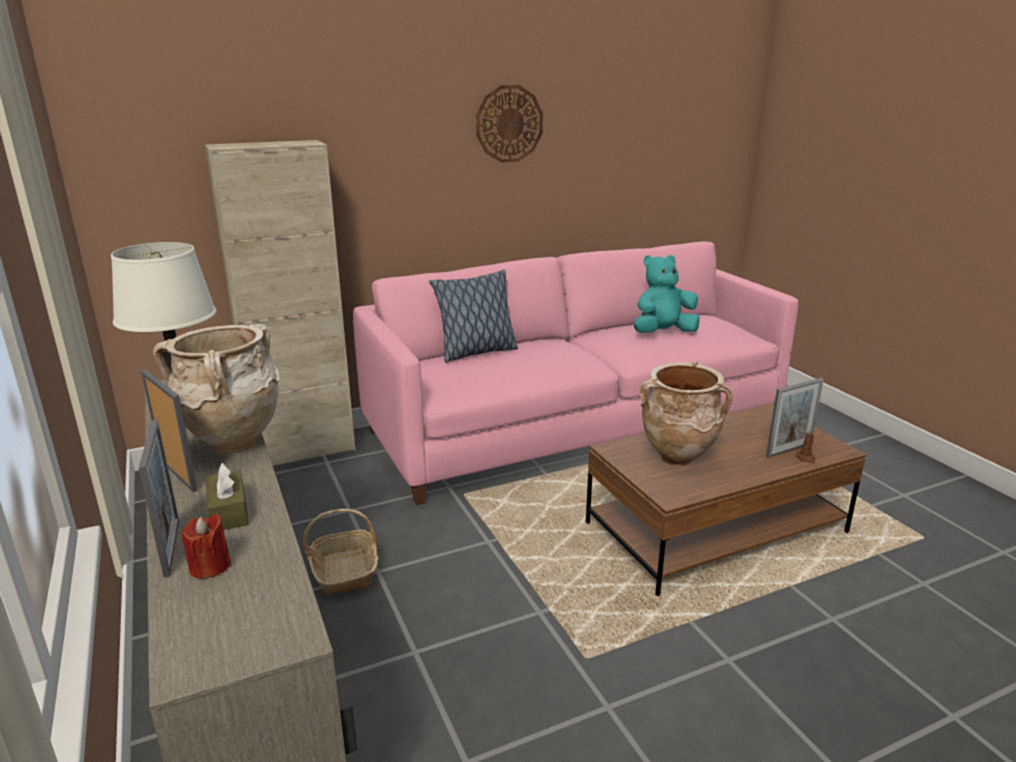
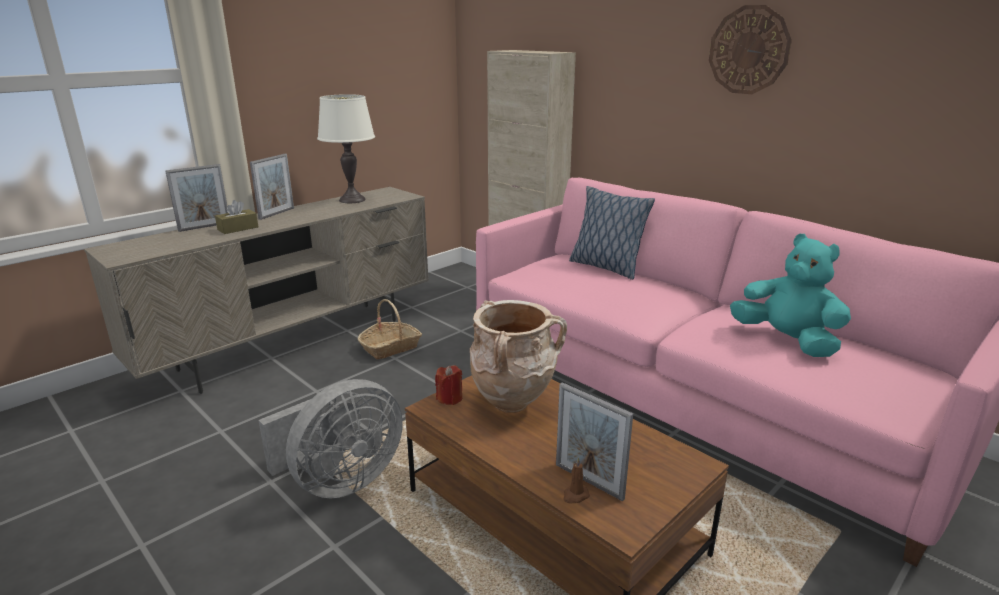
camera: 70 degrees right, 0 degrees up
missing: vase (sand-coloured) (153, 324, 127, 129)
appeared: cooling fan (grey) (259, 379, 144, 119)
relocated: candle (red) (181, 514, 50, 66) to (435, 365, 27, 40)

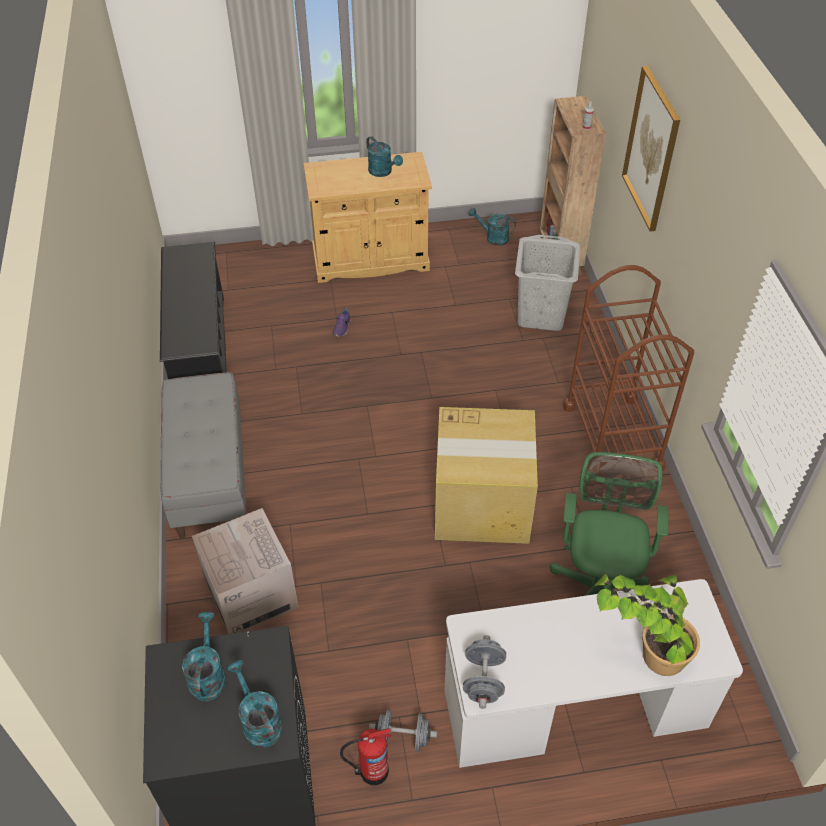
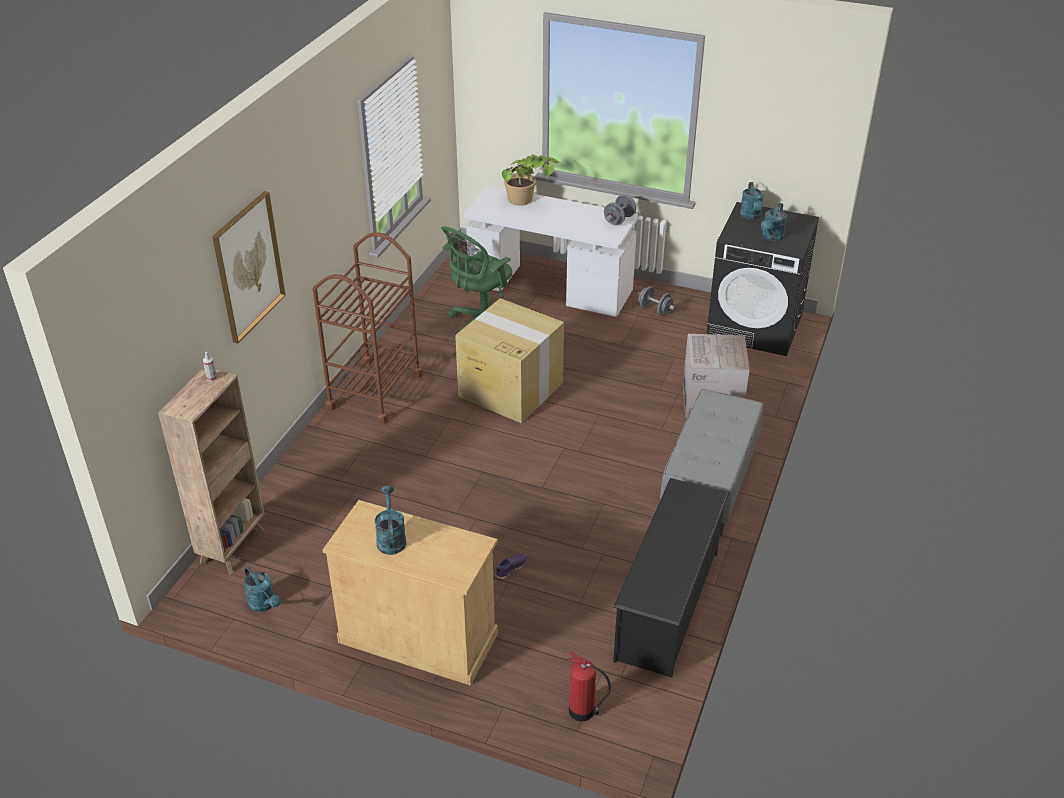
camera: 150 degrees left, 10 degrees down
missing: washing basket (grey) (515, 235, 65, 96)
relocated: fire-fighting cylinder (340, 728, 51, 57) to (567, 651, 44, 71)

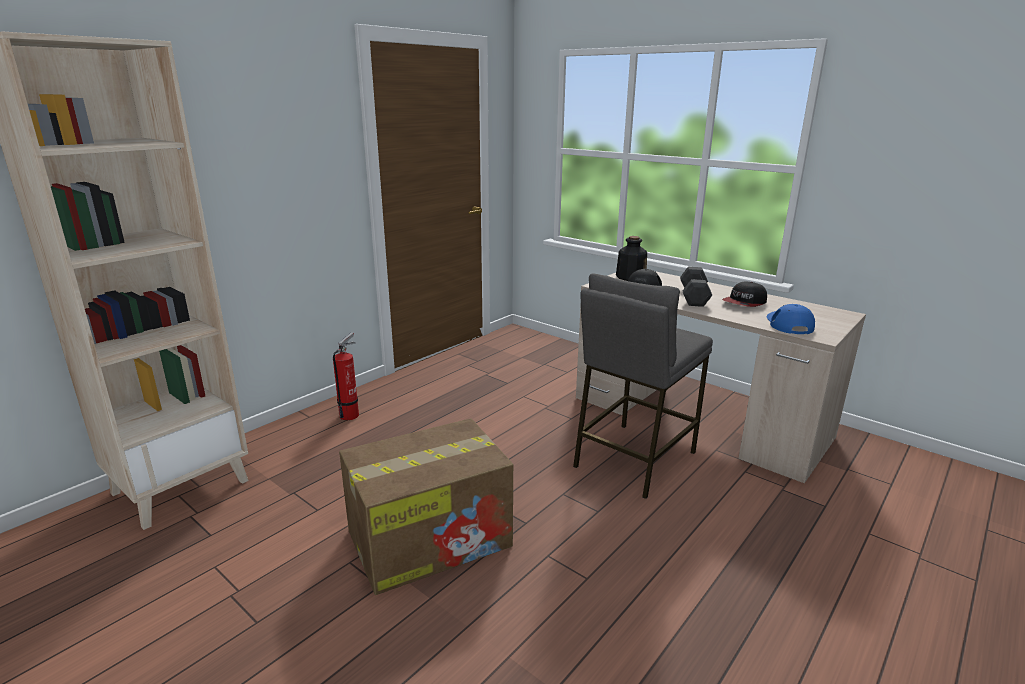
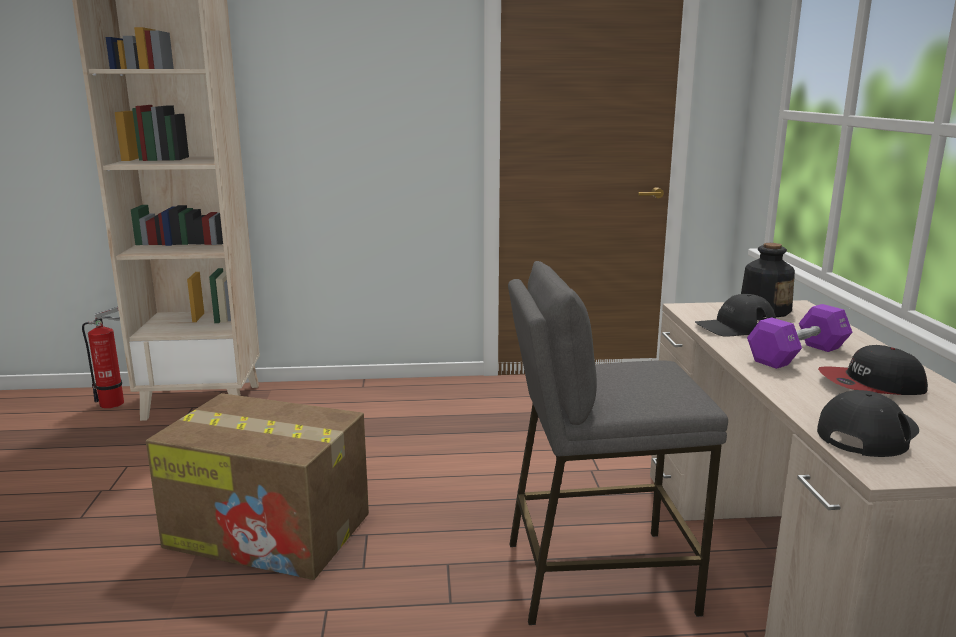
camera: 45 degrees right, 5 degrees down
relocated: fire-fighting cylinder (333, 332, 26, 88) to (82, 307, 42, 101)
colour: dumbbell (black-coloured) (680, 267, 32, 40) to dumbbell (purplish) (747, 304, 106, 65); peaked cap (bluish) (766, 304, 49, 30) to peaked cap (black-coloured) (817, 390, 102, 67)

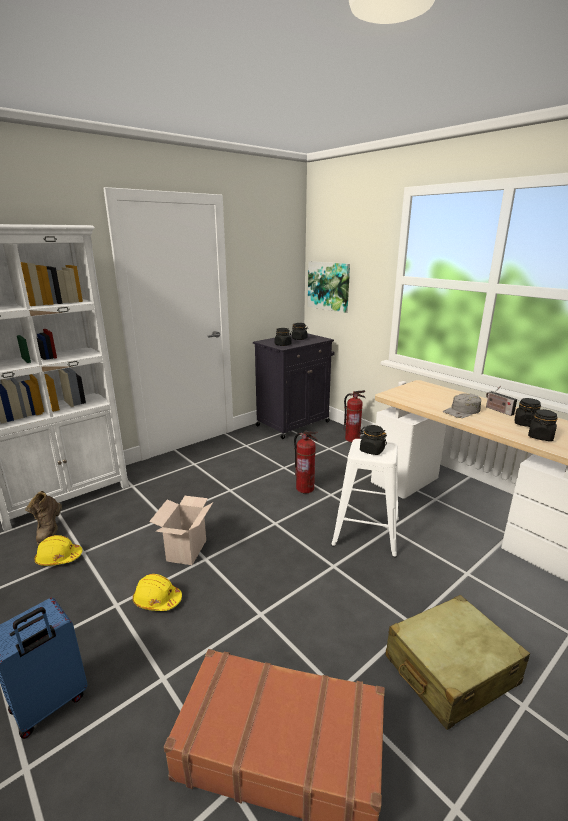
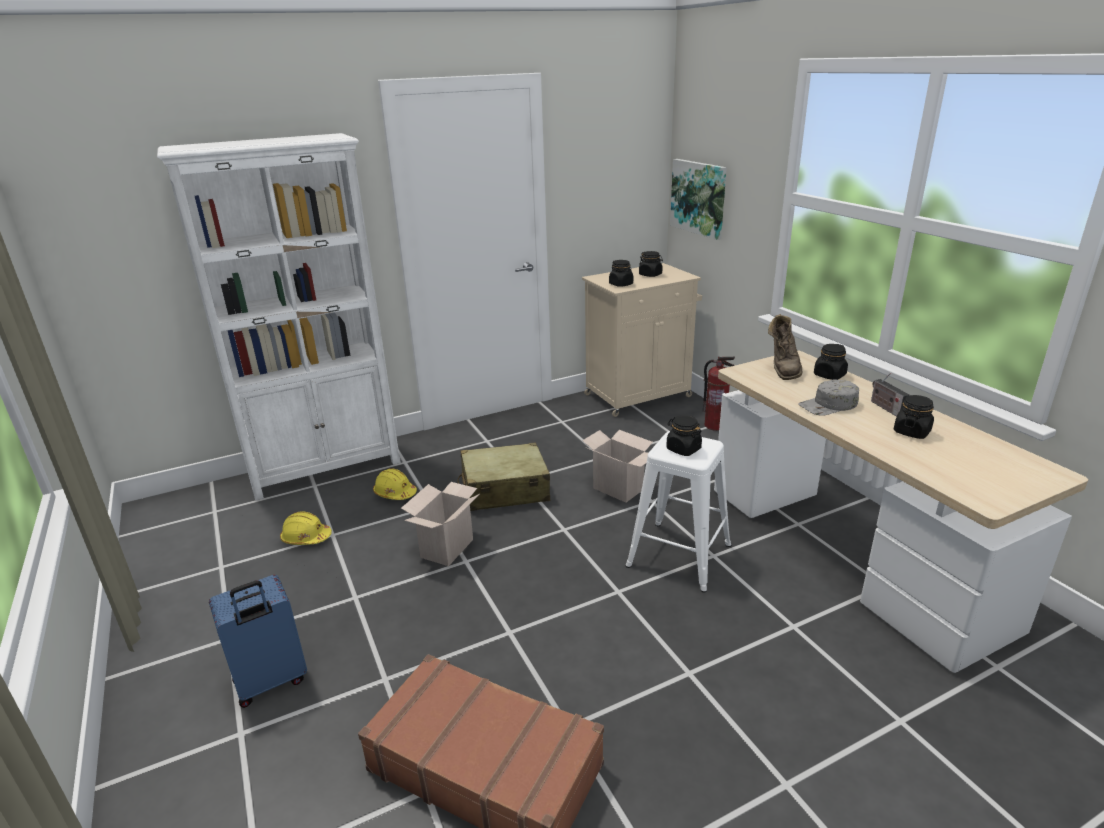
camera: 15 degrees right, 5 degrees up
relocated: jar (black-coloured) (528, 409, 30, 32) to (814, 344, 34, 36); boot (brown) (25, 491, 37, 55) to (768, 314, 34, 66); work helmet (yellow) (133, 574, 49, 37) to (373, 468, 44, 32); travel case (sand-coloured) (385, 595, 145, 135) to (457, 443, 93, 68)
exchanged: fire-fighting cylinder (294, 431, 24, 62) to packing box (582, 430, 71, 73)
colour: cabinet (black-coloured) (253, 333, 82, 106) to cabinet (sand-coloured) (582, 263, 120, 154)

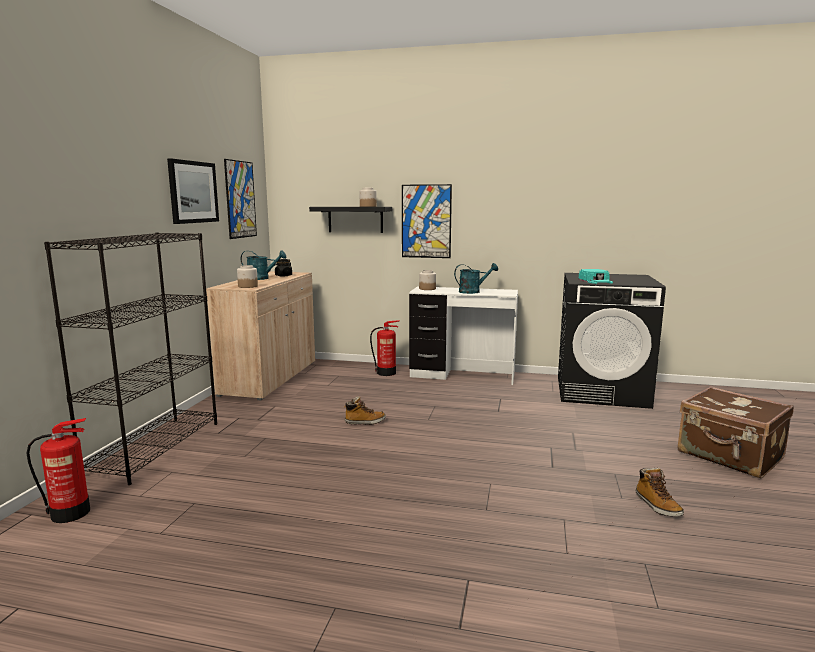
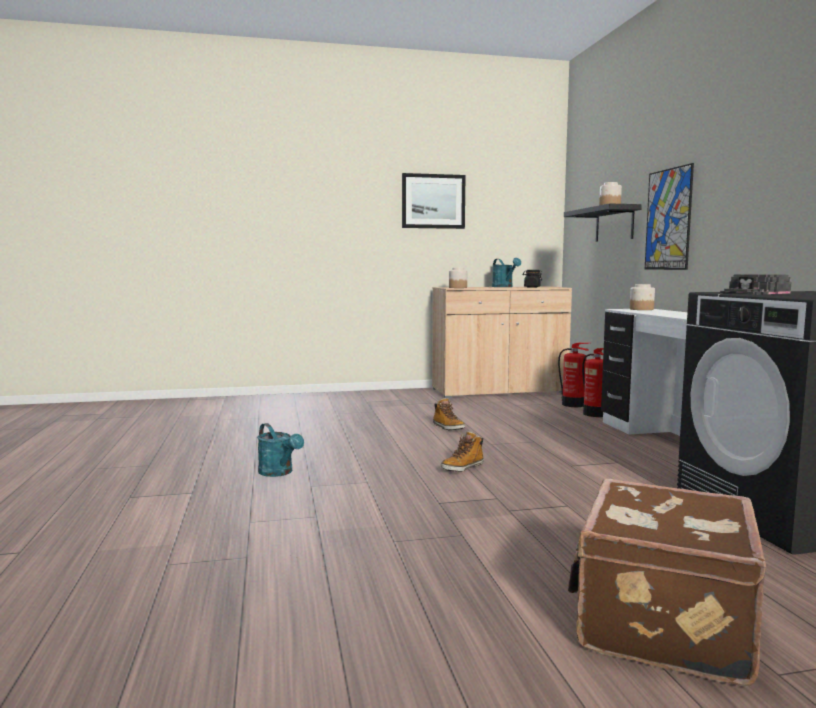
camera: 65 degrees right, 5 degrees down
missing: picture (224, 159, 33, 80); bookshelf (black-coloured) (44, 233, 173, 252)
relocated: watering pot (blue-green) (454, 263, 44, 31) to (257, 423, 47, 54); fire-fighting cylinder (26, 418, 64, 105) to (558, 343, 31, 64); boot (636, 468, 48, 48) to (441, 431, 43, 41)
colour: peaked cap (blue-green) (579, 269, 34, 15) to peaked cap (black-coloured) (720, 274, 71, 21)

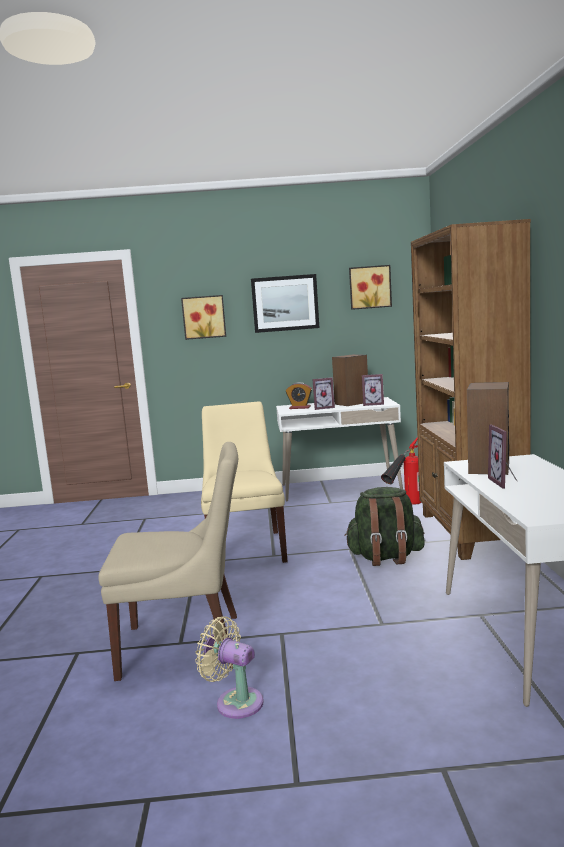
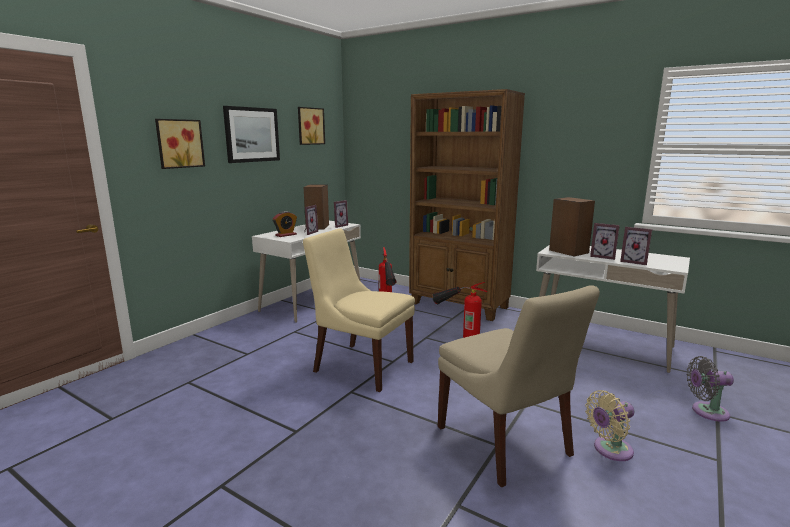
camera: 55 degrees left, 5 degrees up
appeared: picture frame (620, 227, 32, 38); cooling fan (grey) (686, 356, 48, 66)
exchanged: backpack (green-coloured) (344, 487, 81, 79) to fire-fighting cylinder (432, 282, 55, 56)
spun: upright chair (sand-coloured) (98, 442, 140, 239) = (438, 285, 162, 202) 120 degrees clockwise

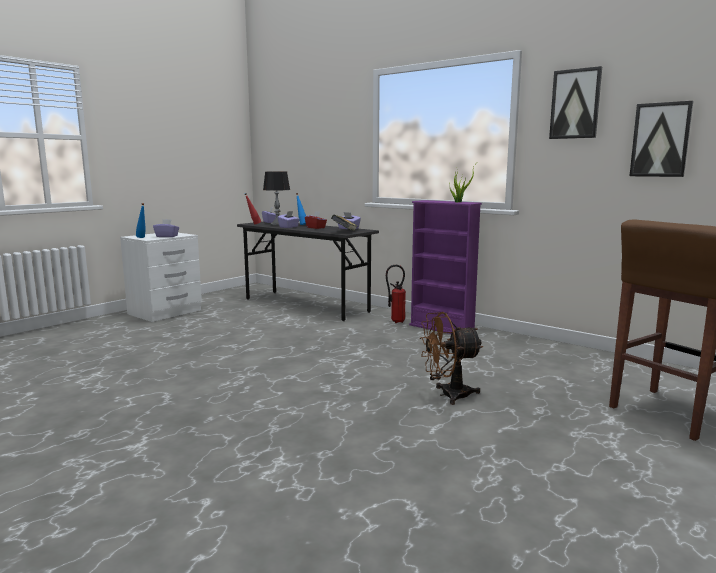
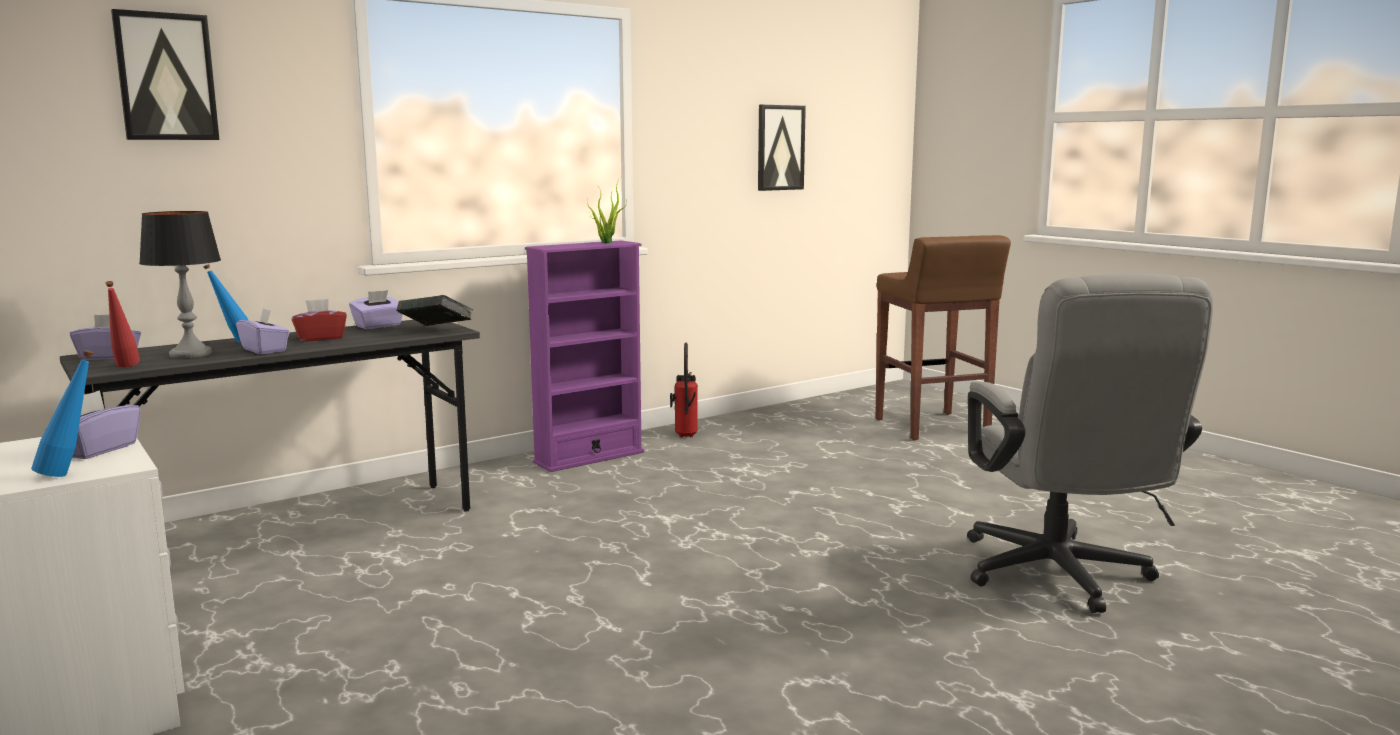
camera: 75 degrees left, 0 degrees up
missing: cooling fan (brown) (420, 312, 63, 93)
appeared: computer chair (grey) (967, 274, 246, 339)
relocated: picture (549, 66, 53, 73) to (111, 9, 108, 131); fire-fighting cylinder (386, 265, 20, 58) to (670, 343, 28, 94)

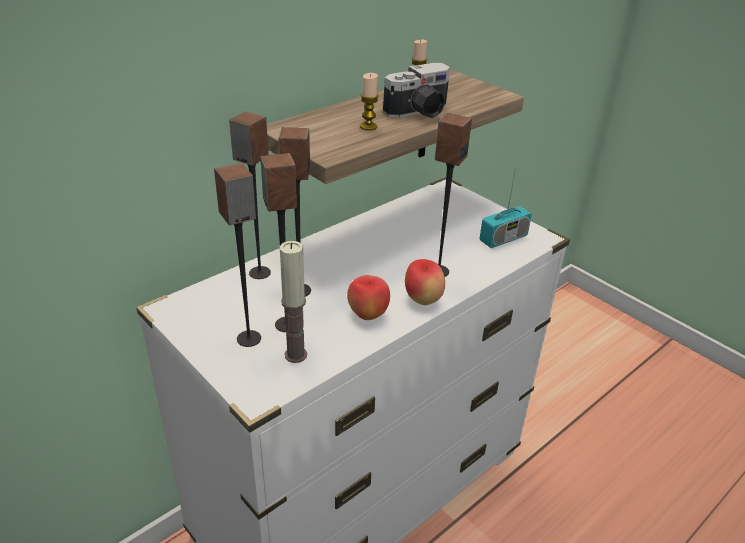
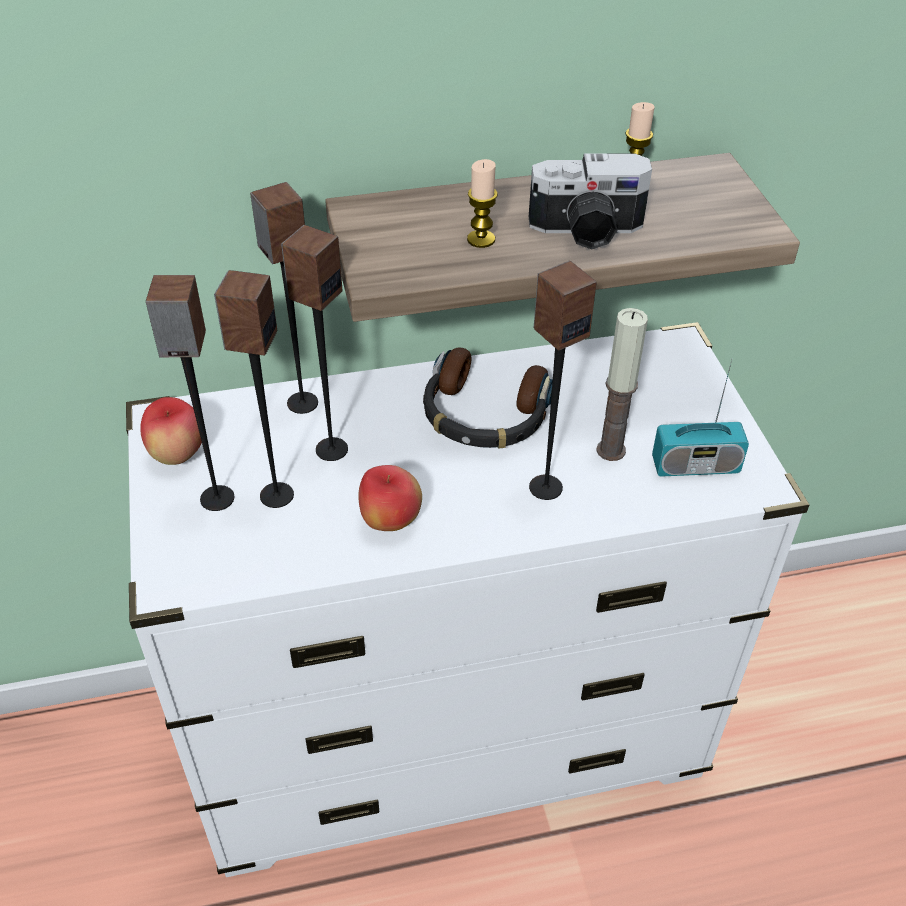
camera: 30 degrees right, 10 degrees up
appeared: headset (423, 347, 130, 102)
relocated: candle (280, 241, 27, 122) to (596, 308, 52, 153); apple fruit (405, 259, 40, 46) to (140, 397, 62, 68)

